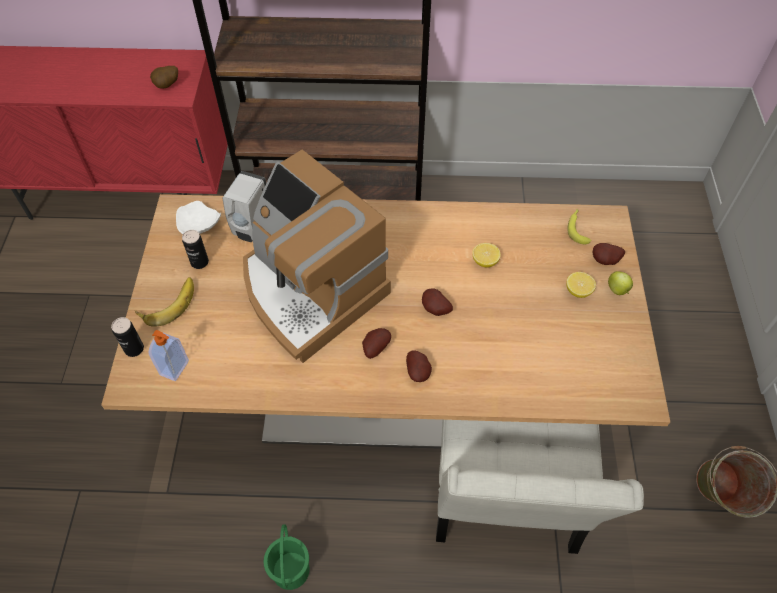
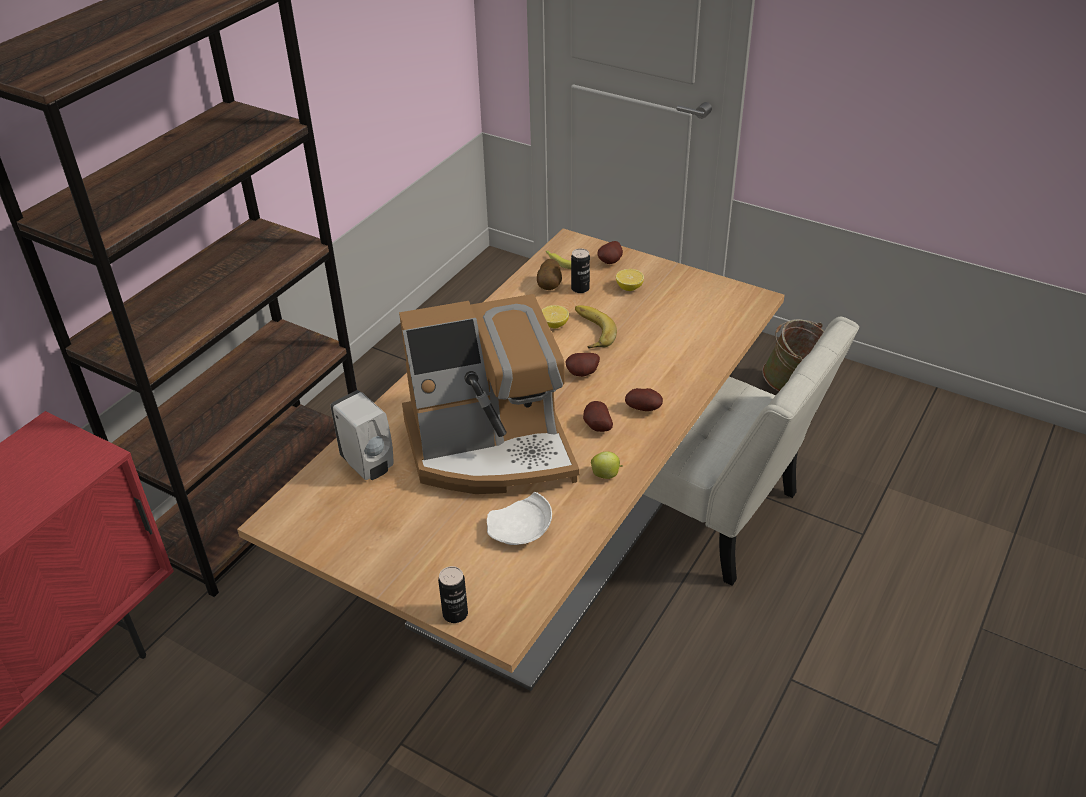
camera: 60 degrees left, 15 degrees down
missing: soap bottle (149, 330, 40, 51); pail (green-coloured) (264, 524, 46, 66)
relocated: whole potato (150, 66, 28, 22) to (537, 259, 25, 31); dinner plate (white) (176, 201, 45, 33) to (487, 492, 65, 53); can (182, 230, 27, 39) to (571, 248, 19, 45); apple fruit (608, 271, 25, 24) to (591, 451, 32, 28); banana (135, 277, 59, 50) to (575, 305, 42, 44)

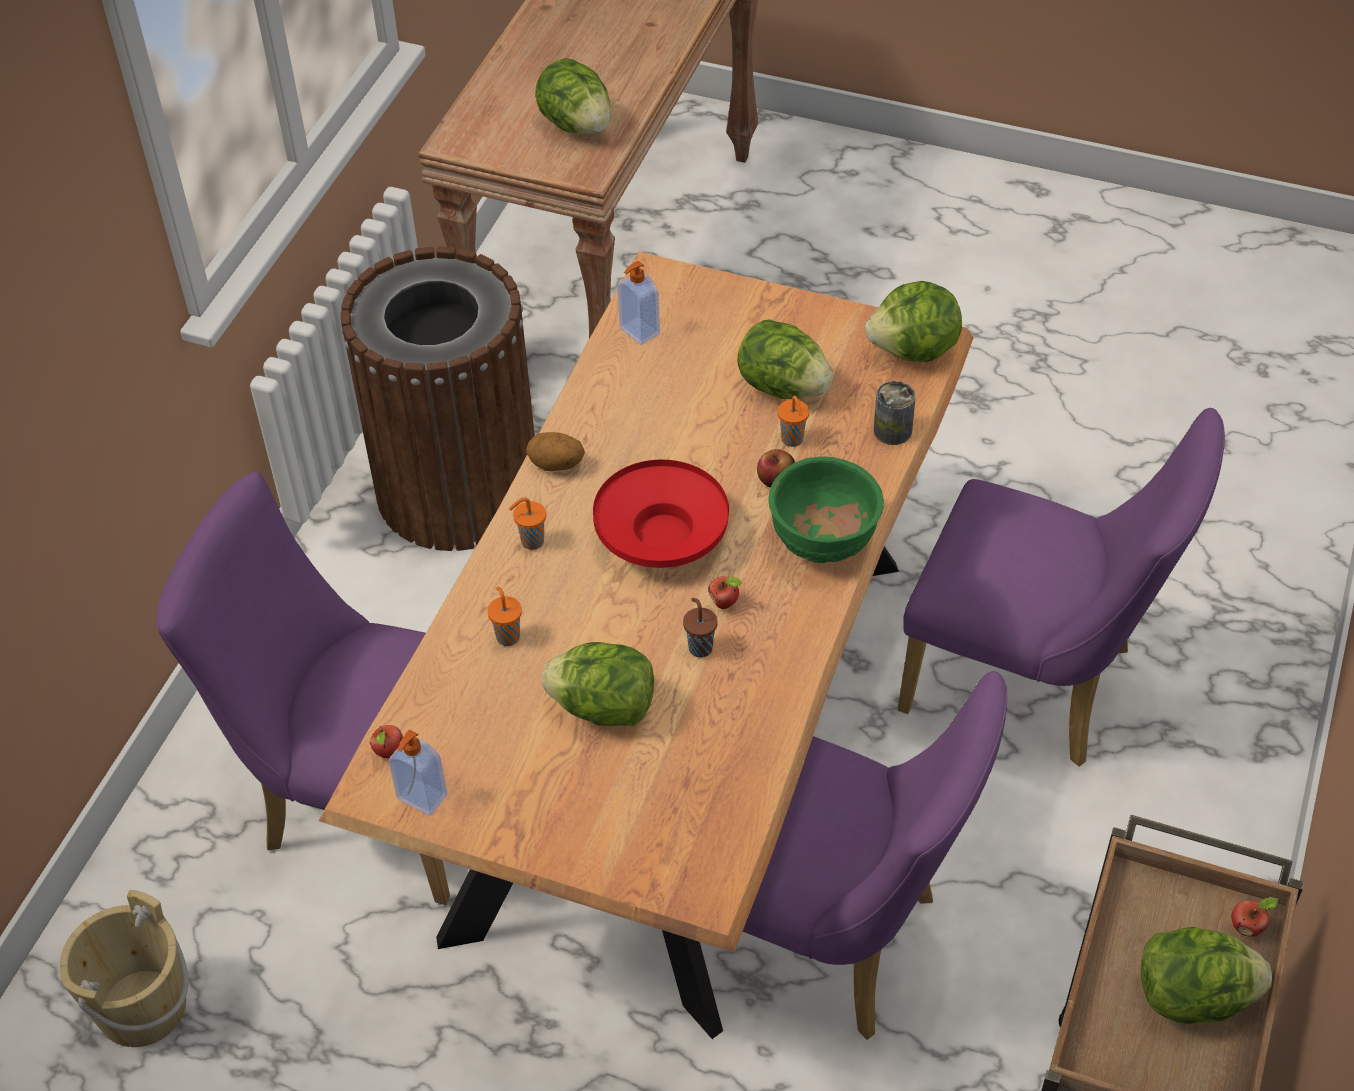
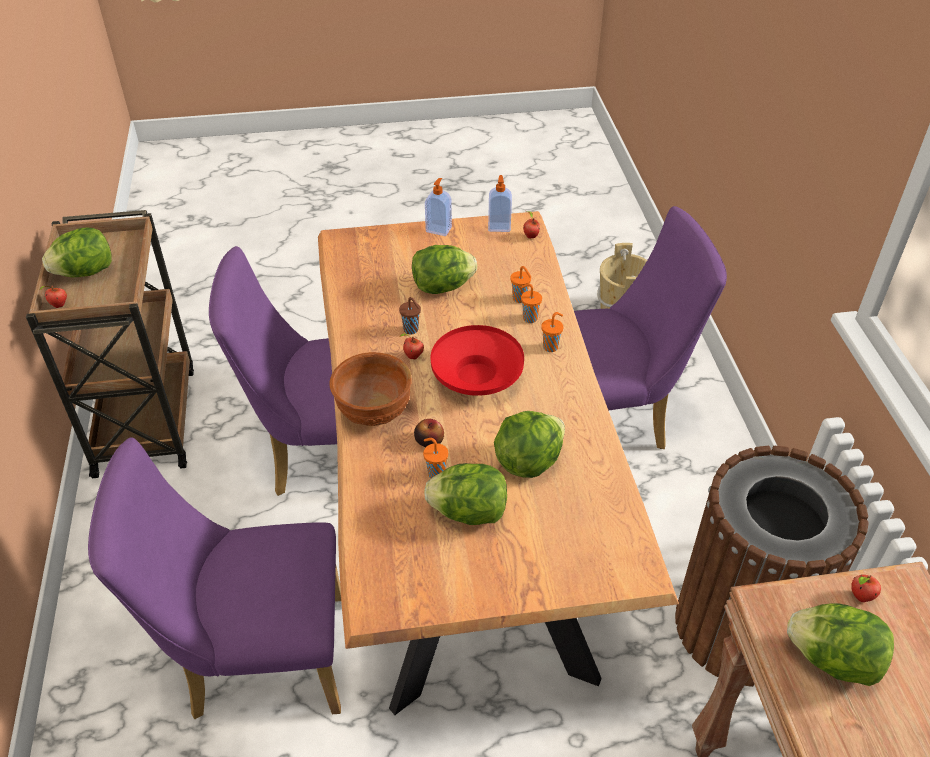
camera: 150 degrees right, 5 degrees down
missing: can (874, 381, 42, 64); whole potato (526, 432, 59, 39)
appeared: drinking cup (orangey) (521, 284, 21, 39); apple fruit (851, 575, 30, 27)
relocated: soap bottle (617, 261, 43, 84) to (425, 178, 27, 58); lettuce head (865, 281, 97, 81) to (494, 411, 71, 67)
colour: deep dish (green-coloured) (769, 456, 115, 107) to deep dish (brown) (329, 352, 83, 74)

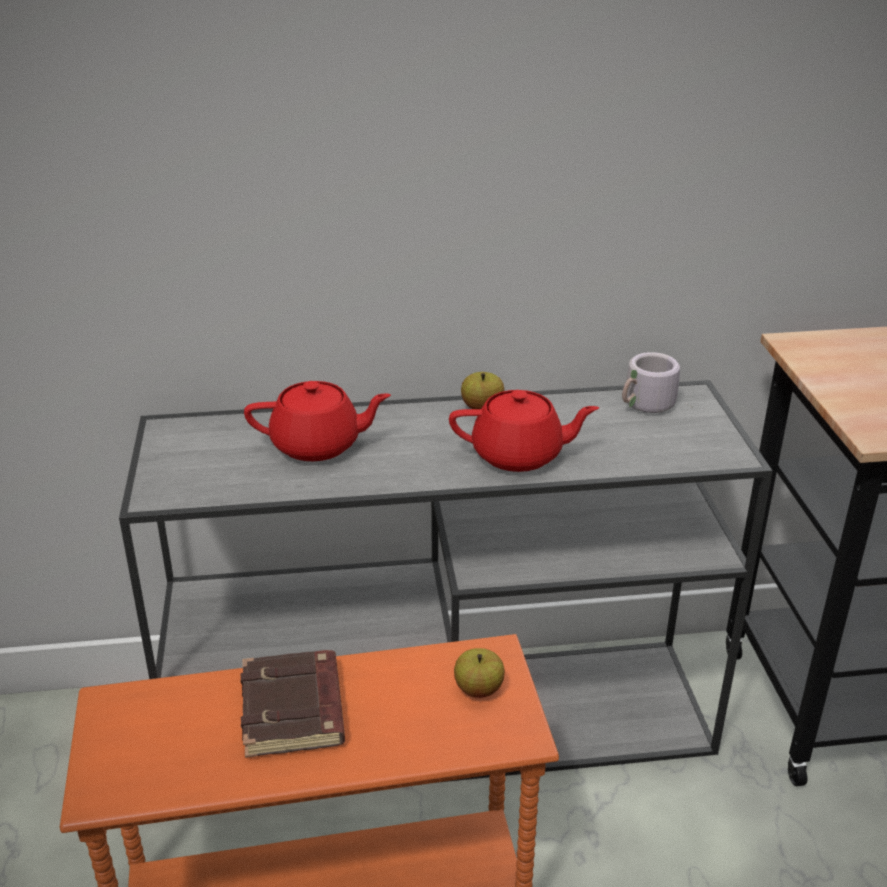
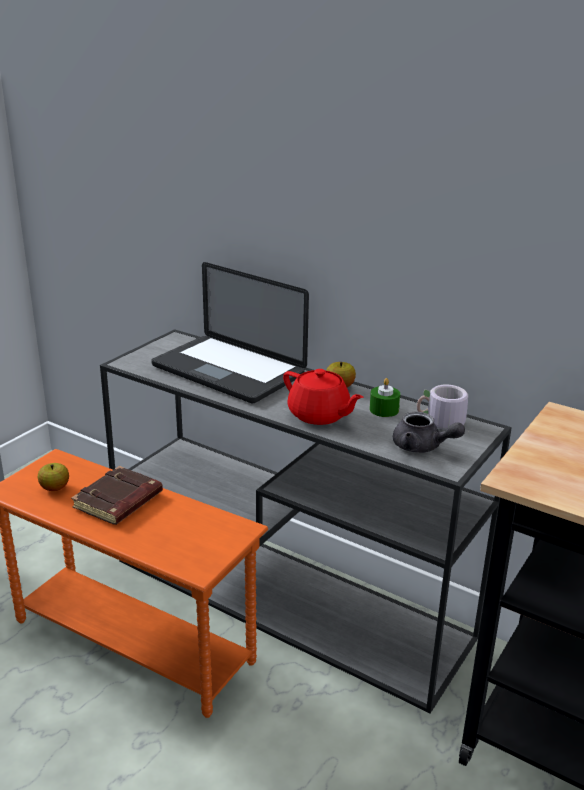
camera: 40 degrees right, 5 degrees down
appeared: candle (green-coloured) (370, 378, 30, 39); pot for tea (grey) (393, 412, 72, 41)
relocated: apple fruit (454, 648, 51, 50) to (38, 463, 31, 28)
exchanged: pot for tea (red) (244, 381, 147, 80) to portable computer (151, 262, 158, 142)

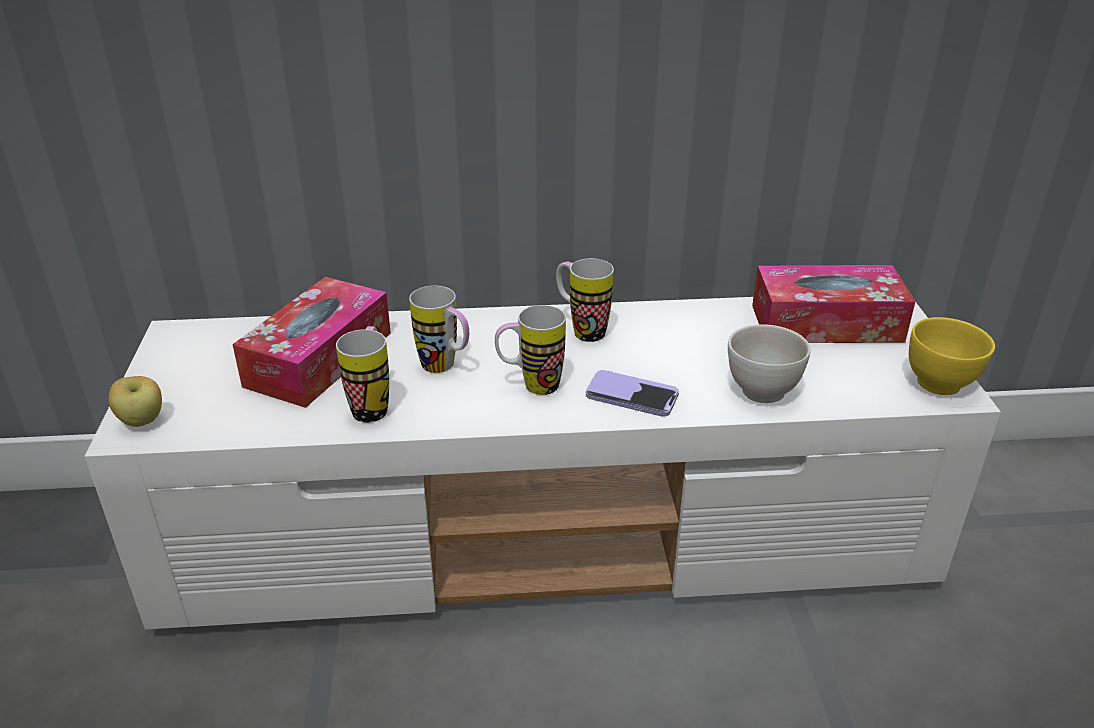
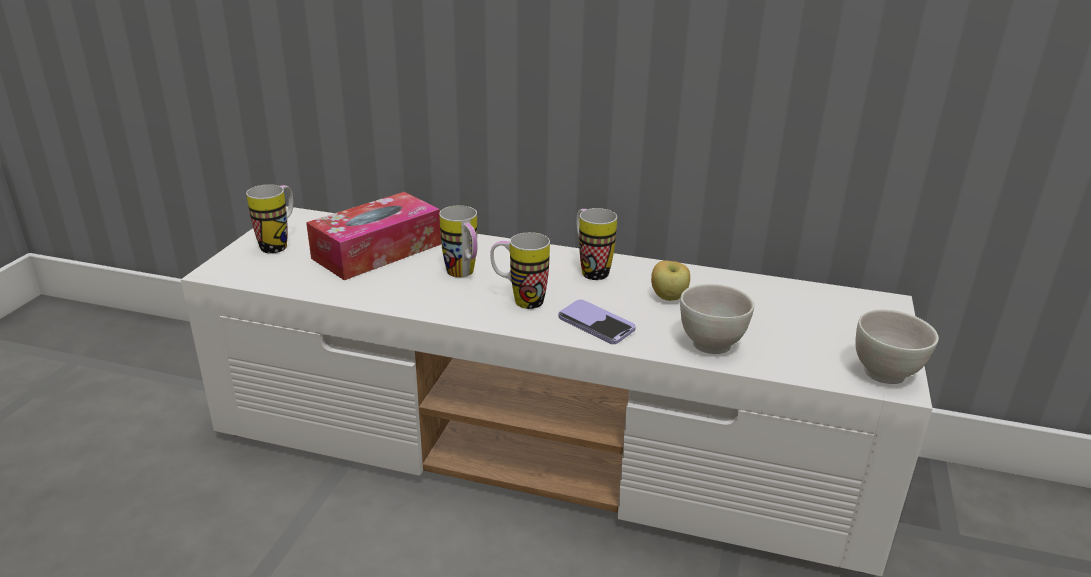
camera: 20 degrees right, 5 degrees down
missing: tissue box (752, 265, 164, 78)
relocated: mug (336, 326, 53, 97) to (246, 184, 47, 69); apple fruit (108, 376, 54, 51) to (651, 260, 39, 41)
colour: deep dish (yellow) (909, 317, 86, 78) to deep dish (white) (855, 309, 84, 75)

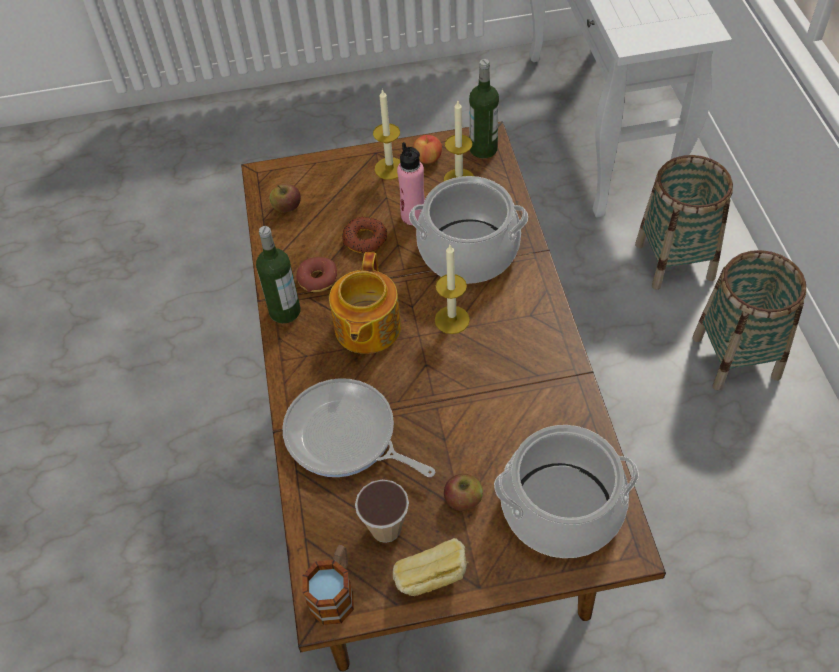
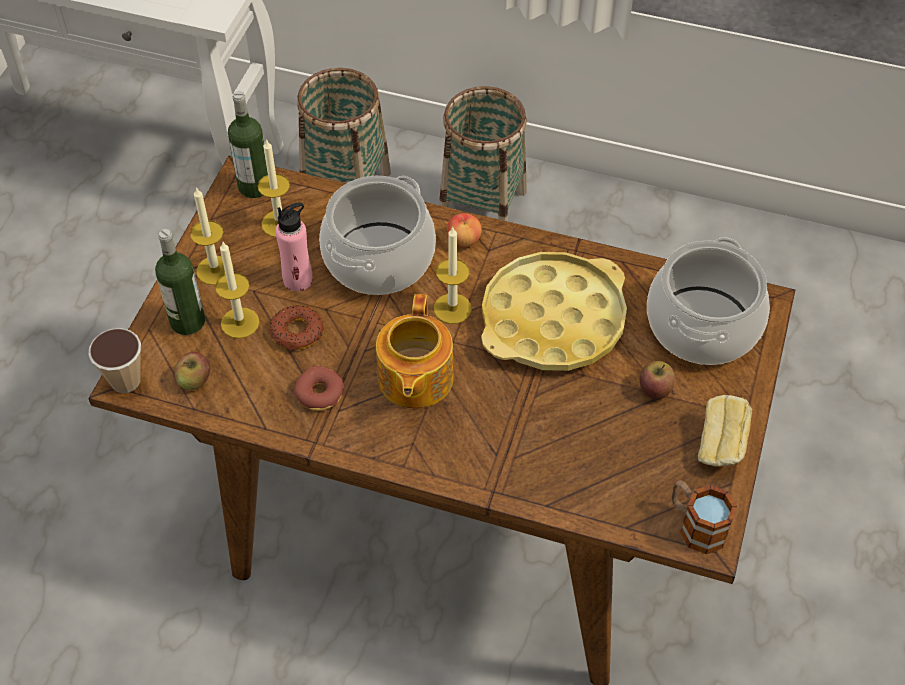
camera: 65 degrees left, 0 degrees up
missing: skillet (282, 378, 153, 99)
appeared: candle (215, 242, 44, 97); carrying tray (yellow) (481, 252, 146, 119)
relocated: apple fruit (413, 135, 29, 29) to (447, 213, 35, 34); bottle (256, 226, 44, 97) to (155, 229, 50, 106); drinking cup (355, 480, 54, 63) to (88, 328, 53, 65)
spun: pot for tea (329, 252, 72, 102) = (376, 294, 78, 115) 60 degrees clockwise

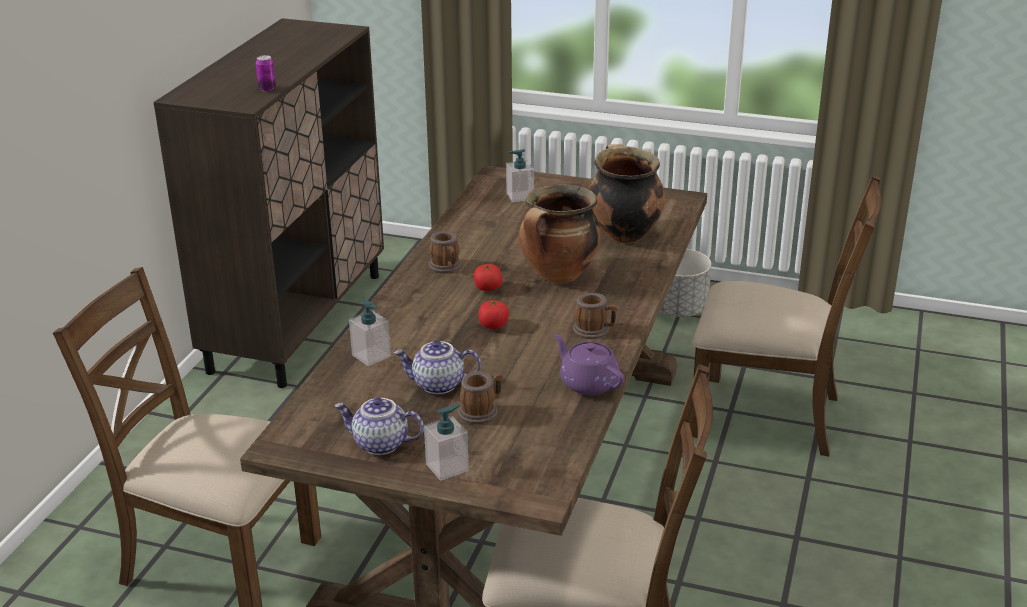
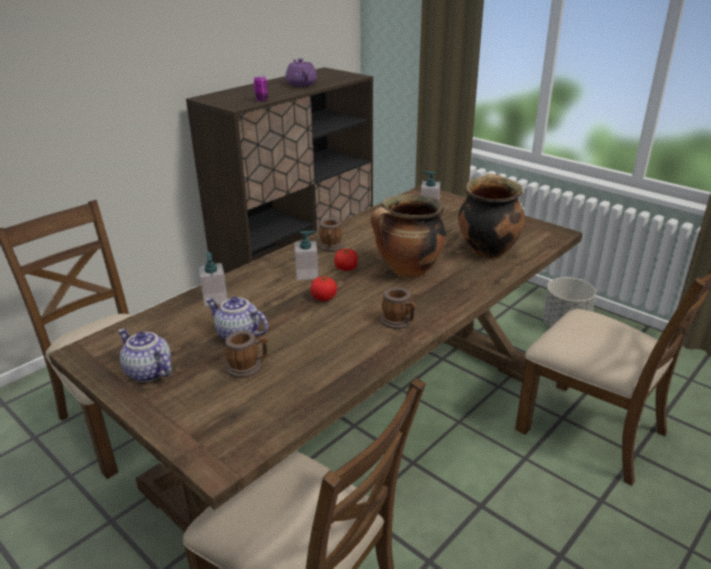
camera: 25 degrees right, 0 degrees up
relocated: pot for tea (purplish) (554, 334, 71, 61) to (285, 58, 32, 29); soap bottle (424, 404, 45, 77) to (295, 231, 23, 49)

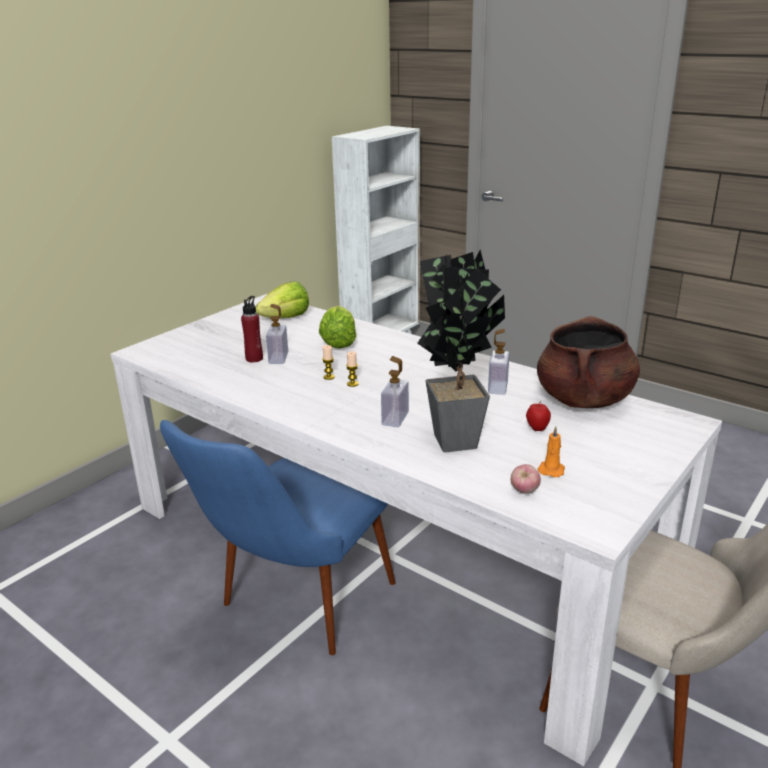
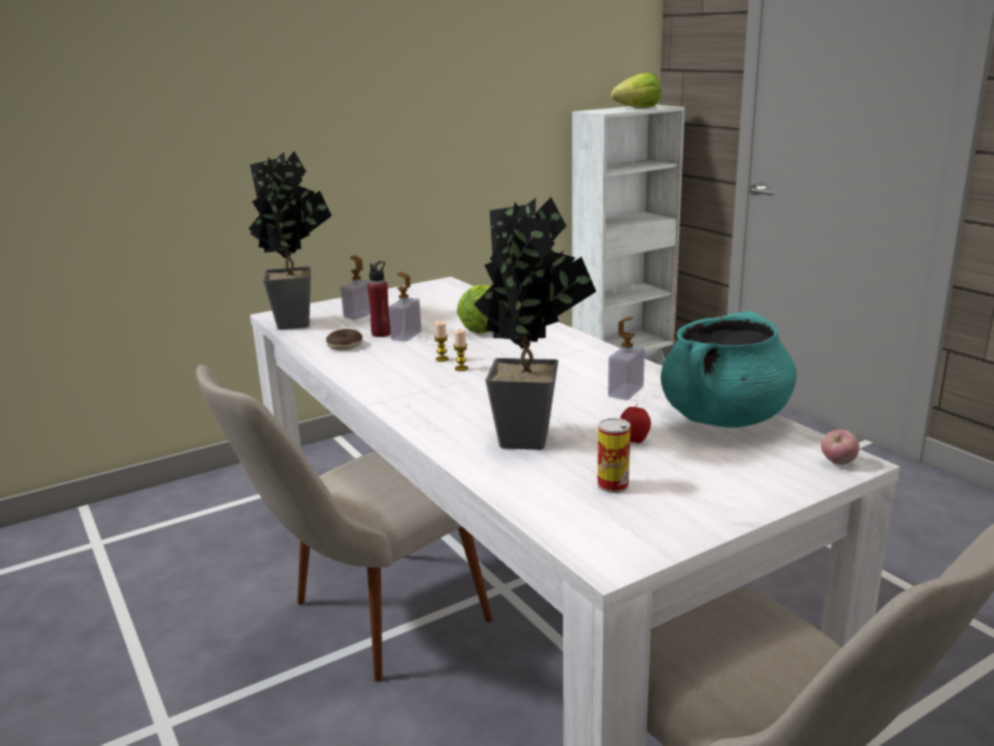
camera: 20 degrees right, 5 degrees down
appeared: houseplant (249, 151, 83, 179); donut (326, 329, 37, 21)
relocated: lettuce head (256, 281, 53, 37) to (611, 73, 50, 35); soap bottle (381, 356, 28, 71) to (341, 255, 29, 65); apple fruit (511, 464, 30, 30) to (821, 429, 39, 36)
exchanged: candle (orangey) (538, 426, 27, 51) to can (598, 418, 32, 75)
colour: saucepot (brown) (537, 316, 103, 92) to saucepot (blue-green) (661, 311, 136, 117); upright chair (bluish) (160, 420, 236, 235) to upright chair (sand-coloured) (196, 365, 297, 317)

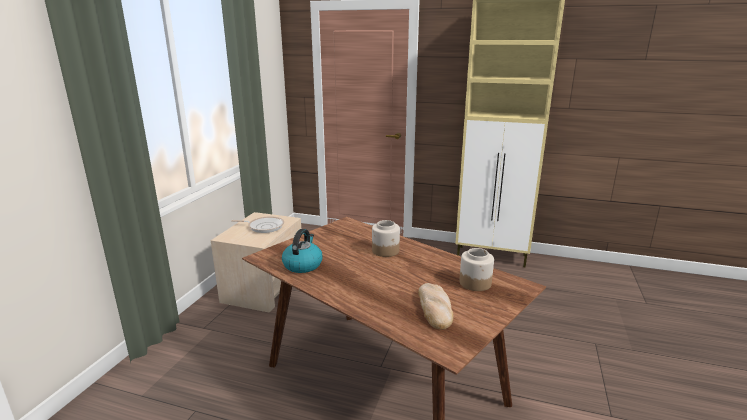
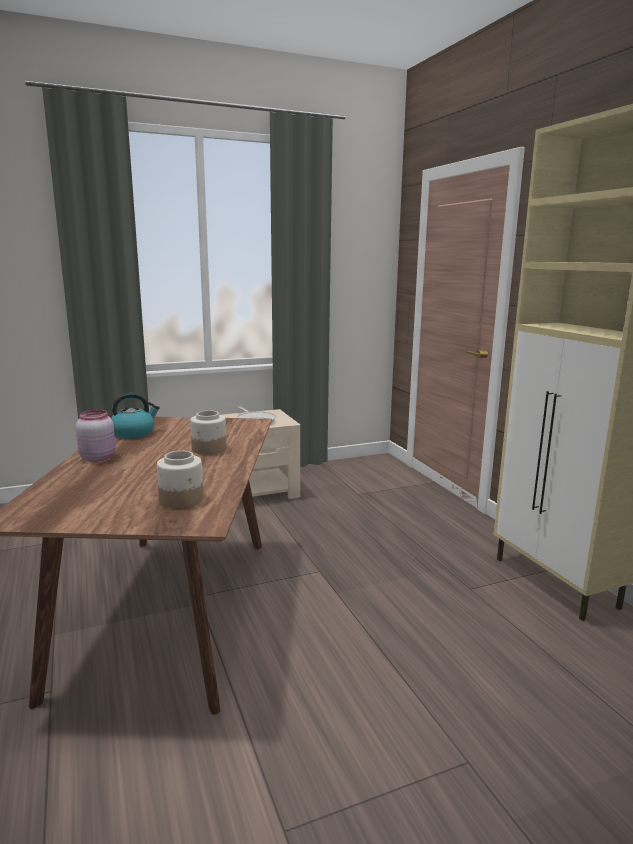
camera: 50 degrees right, 5 degrees down
missing: bakery bread (418, 283, 35, 46)
appeared: jar (pink) (76, 410, 40, 52)

